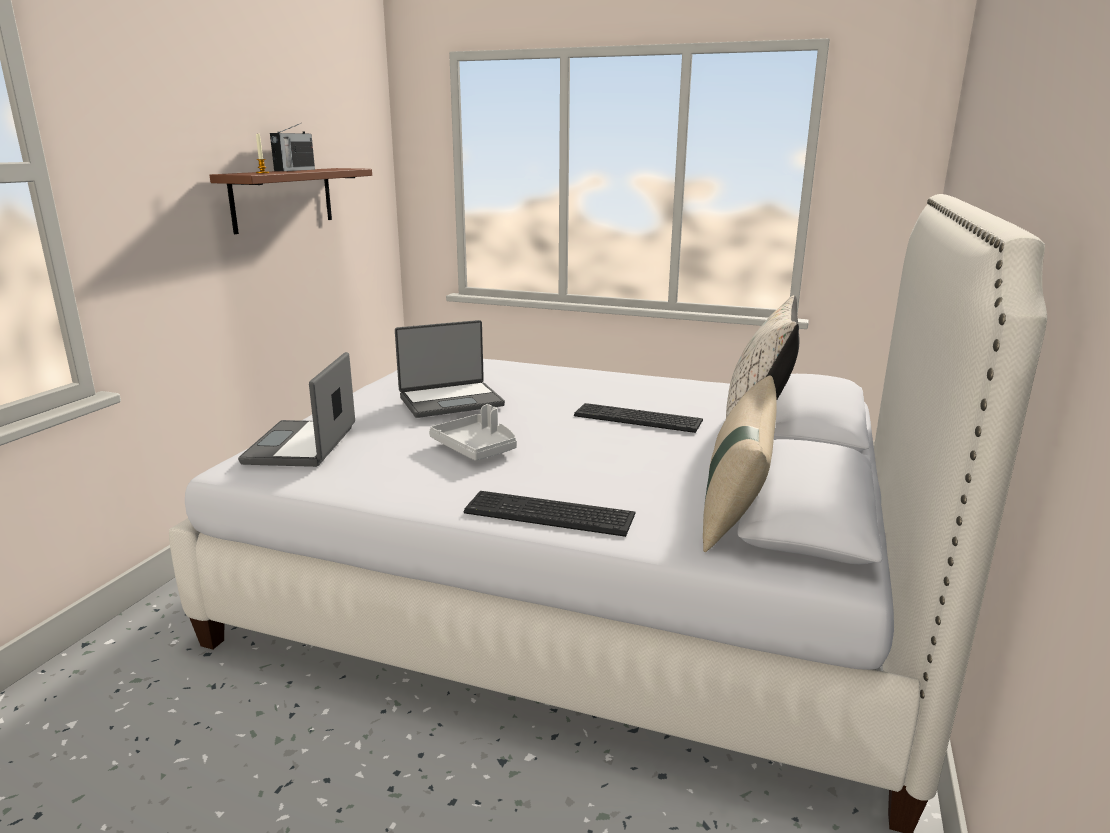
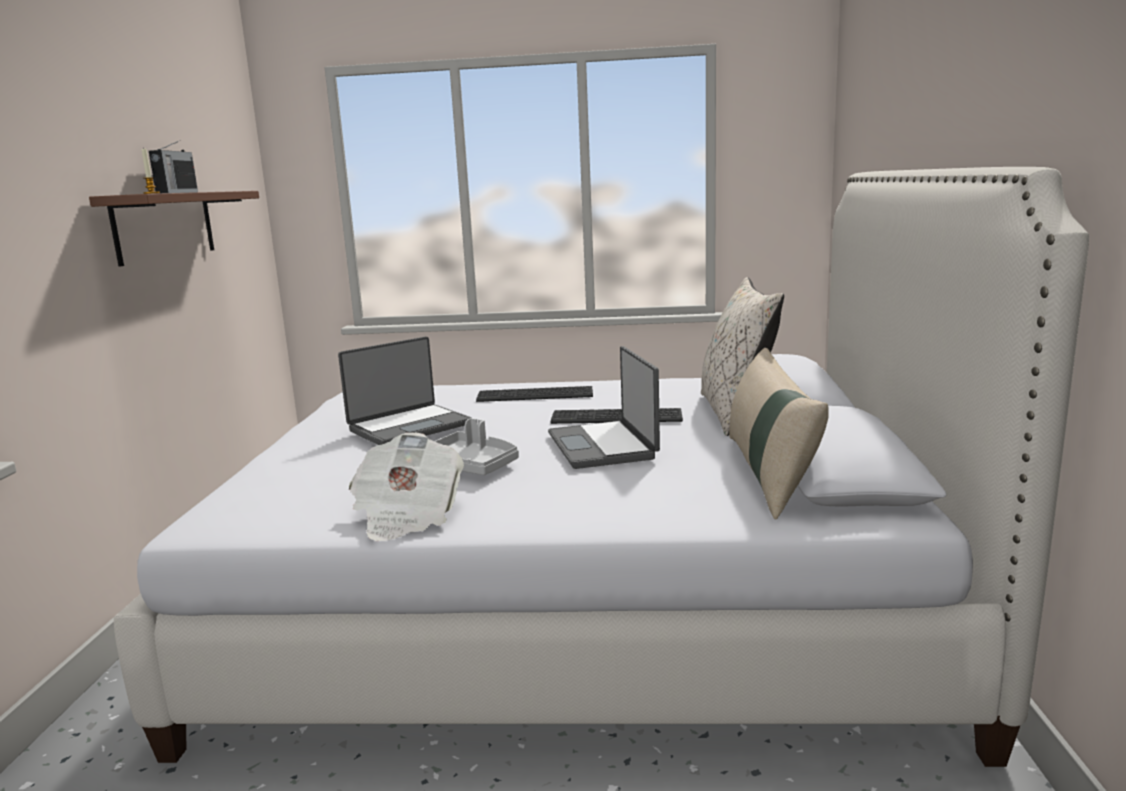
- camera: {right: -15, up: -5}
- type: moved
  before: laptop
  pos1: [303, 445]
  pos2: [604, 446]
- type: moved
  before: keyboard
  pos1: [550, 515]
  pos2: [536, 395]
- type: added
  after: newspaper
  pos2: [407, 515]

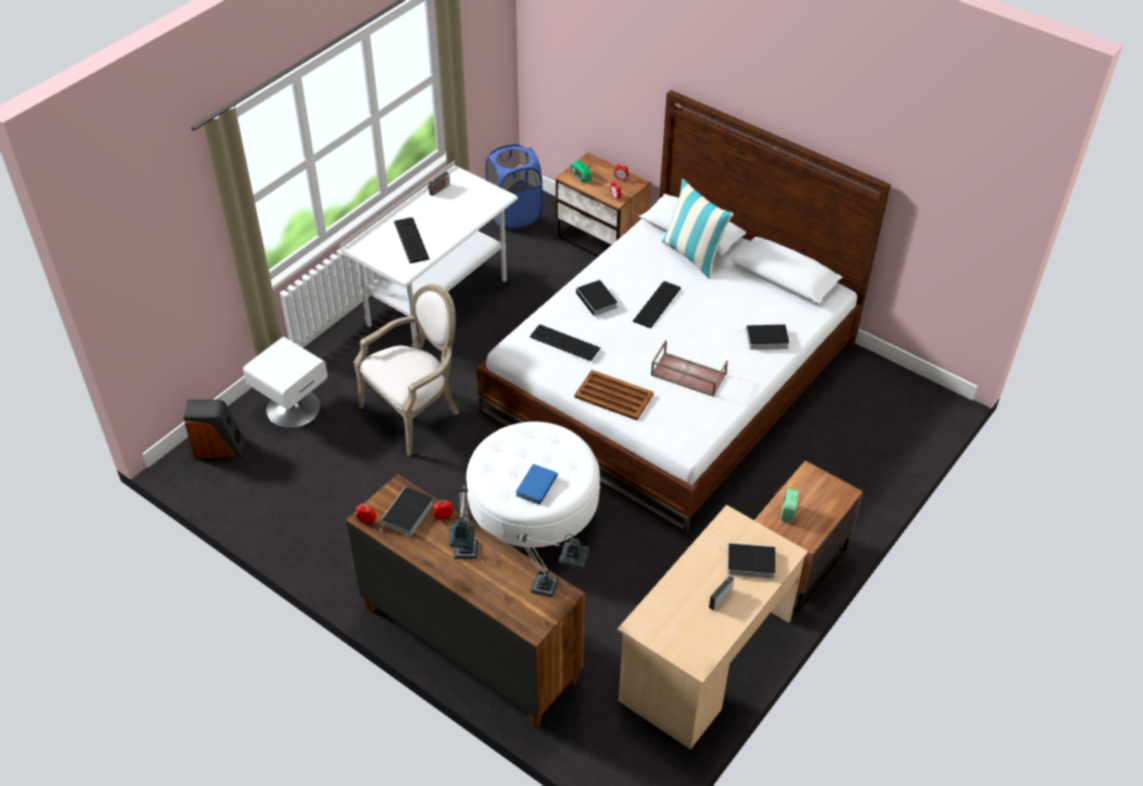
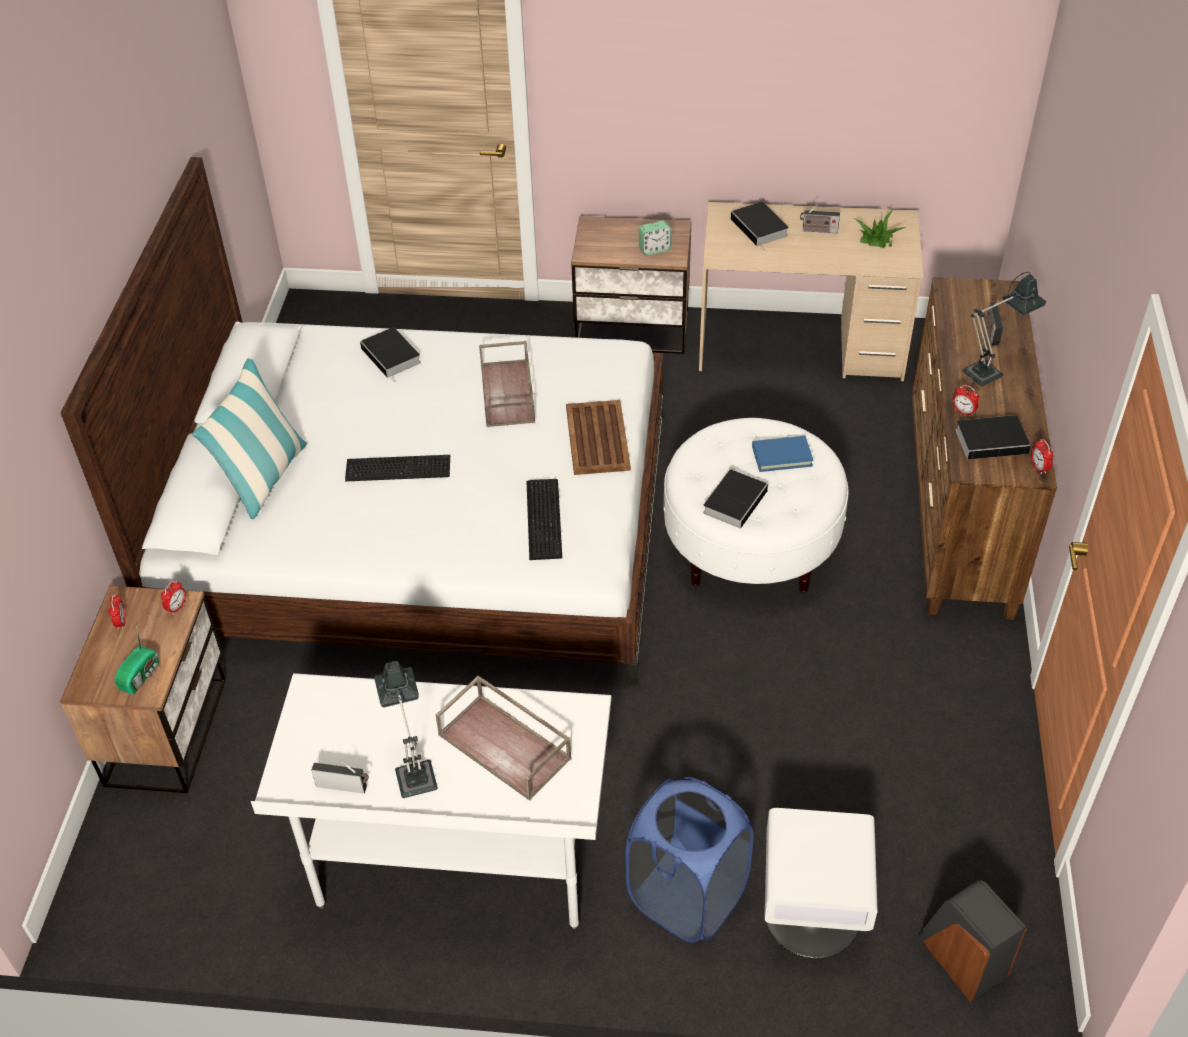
- camera: {right: -120, up: 0}
- type: moved
  before: laundry basket (blue)
  pos1: [514, 214]
  pos2: [686, 897]
- type: replaced
  before: keyboard
  after: tray (brown)
  pos1: [410, 241]
  pos2: [506, 746]
- type: moved
  before: book
  pos1: [597, 301]
  pos2: [735, 500]
- type: removed
  before: armchair
  pos1: [416, 412]
- type: moved
  before: table lamp
  pos1: [551, 588]
  pos2: [414, 771]
- type: added
  after: potted plant
  pos2: [877, 239]
- type: added
  after: radio
  pos2: [991, 331]

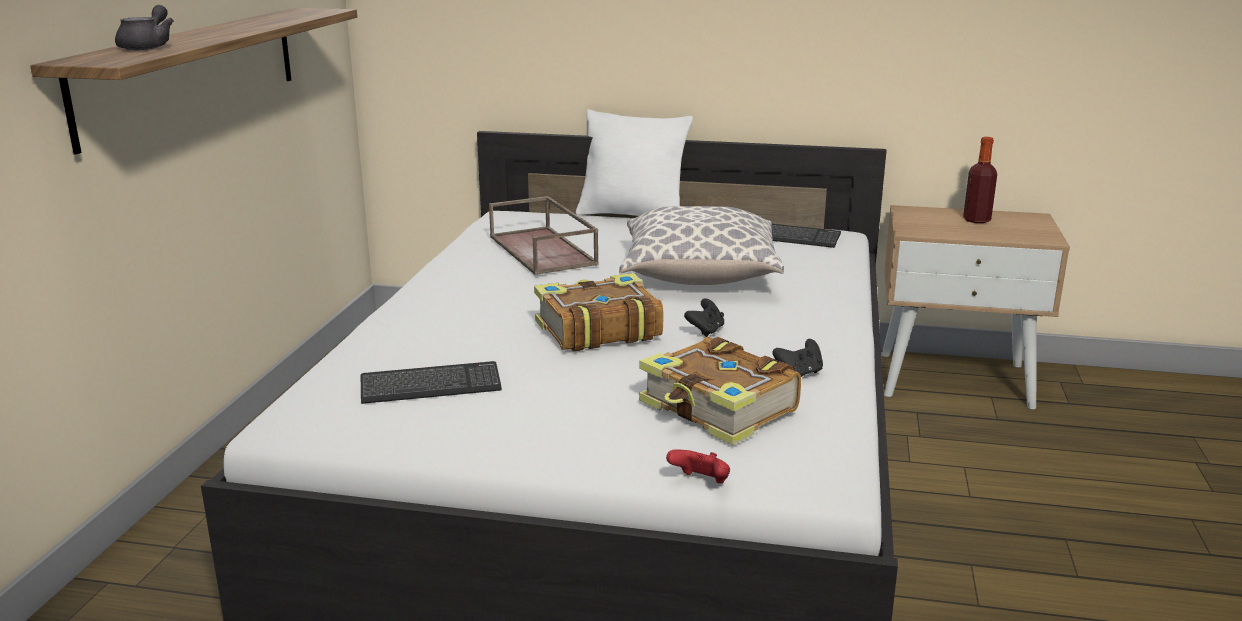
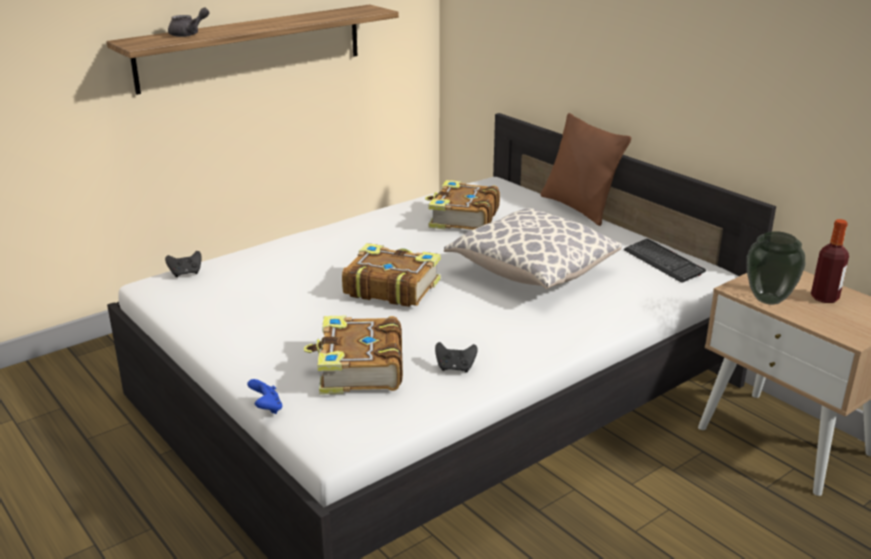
- camera: {right: 40, up: 5}
- type: recoloured
  before: pillow (white)
  after: pillow (brown)
  pos1: [632, 216]
  pos2: [579, 208]
- type: replaced
  before: tray (brown)
  after: book
  pos1: [544, 250]
  pos2: [462, 218]
- type: moved
  before: game controller (black)
  pos1: [705, 331]
  pos2: [186, 273]
- type: removed
  before: keyboard
  pos1: [431, 386]
- type: recoloured
  before: game controller (red)
  after: game controller (blue)
  pos1: [700, 483]
  pos2: [266, 408]
- type: added
  after: vase
  pos2: [768, 300]

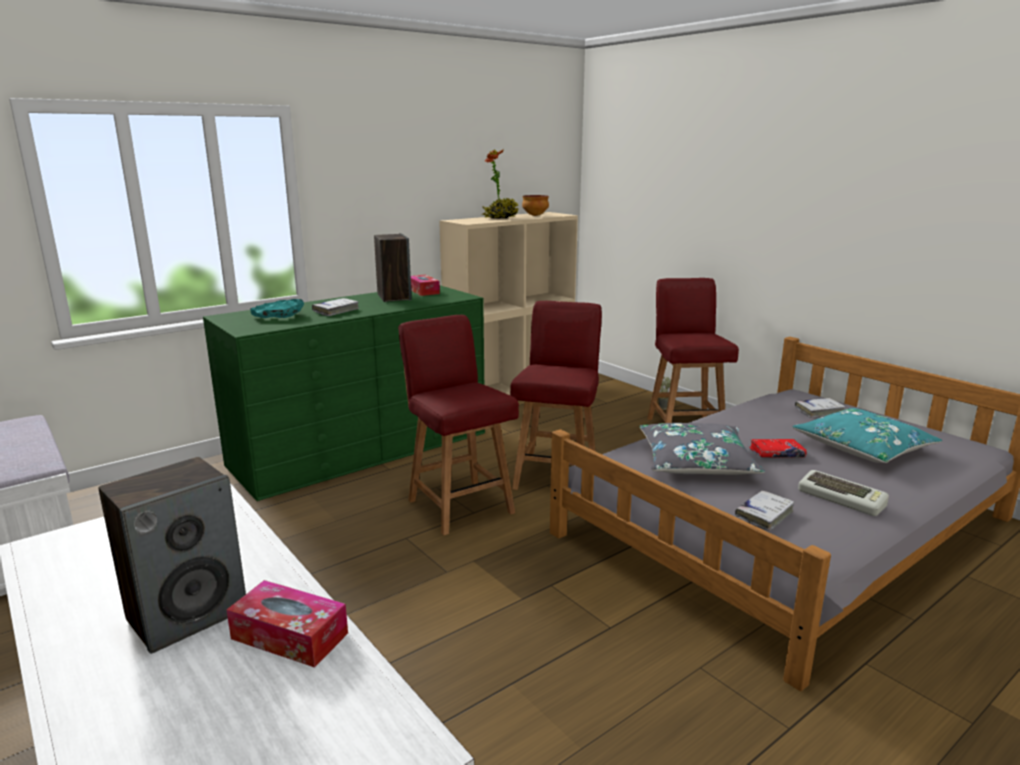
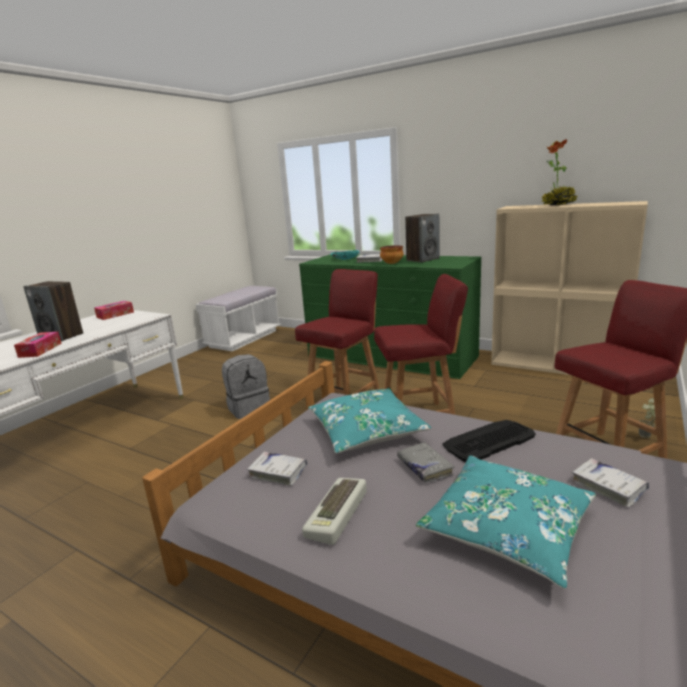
- camera: {right: 70, up: 0}
- type: moved
  before: bowl
  pos1: [534, 215]
  pos2: [391, 263]
- type: moved
  before: tissue box
  pos1: [423, 291]
  pos2: [115, 315]
- type: recoloured
  before: pillow (grey)
  after: pillow (turquoise)
  pos1: [696, 462]
  pos2: [366, 430]
- type: recoloured
  before: book (red)
  after: book (grey)
  pos1: [776, 454]
  pos2: [424, 467]
- type: added
  after: backpack (grey)
  pos2: [249, 408]
- type: added
  after: keyboard
  pos2: [488, 441]

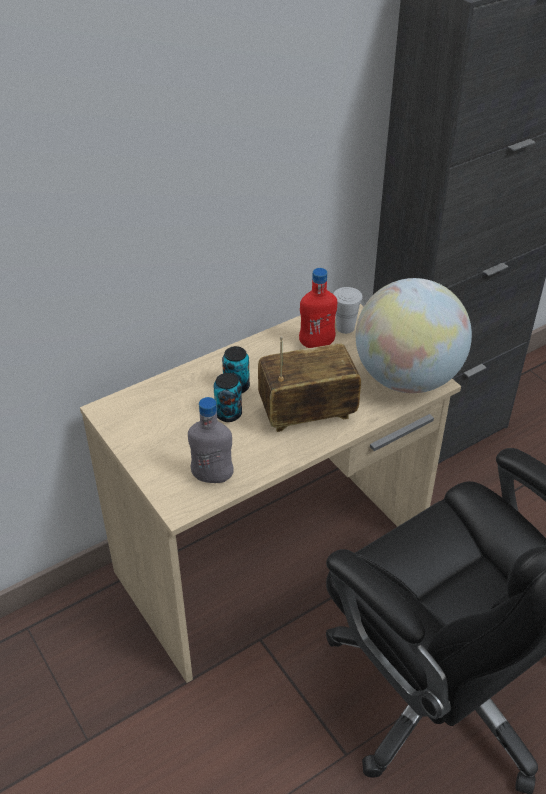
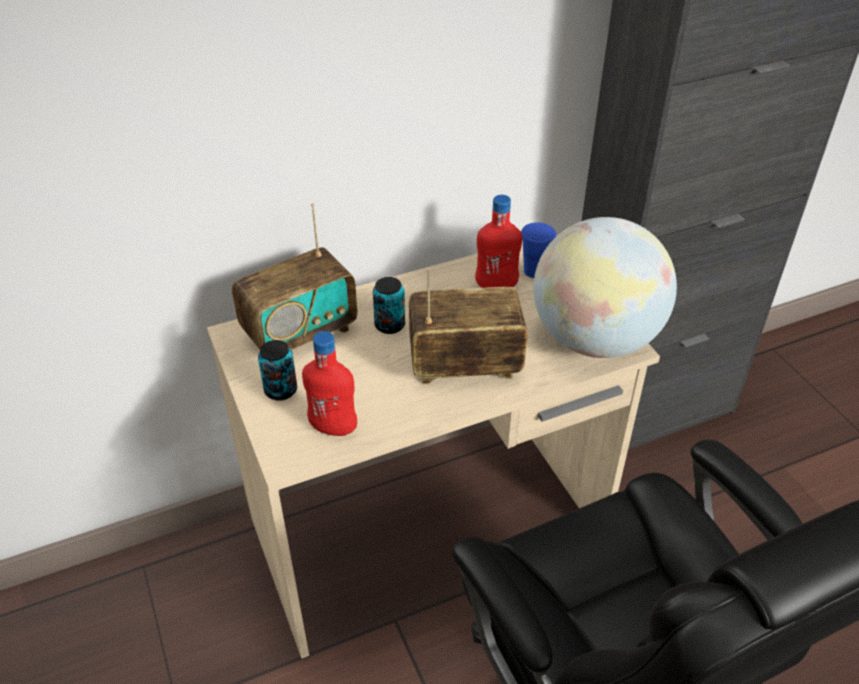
- camera: {right: 10, up: 0}
- type: recoloured
  before: cup (white)
  after: cup (blue)
  pos1: [345, 328]
  pos2: [534, 271]
- type: moved
  before: can
  pos1: [228, 414]
  pos2: [280, 390]
- type: recoloured
  before: bottle (grey)
  after: bottle (red)
  pos1: [212, 477]
  pos2: [333, 428]
- type: added
  after: radio
  pos2: [300, 333]

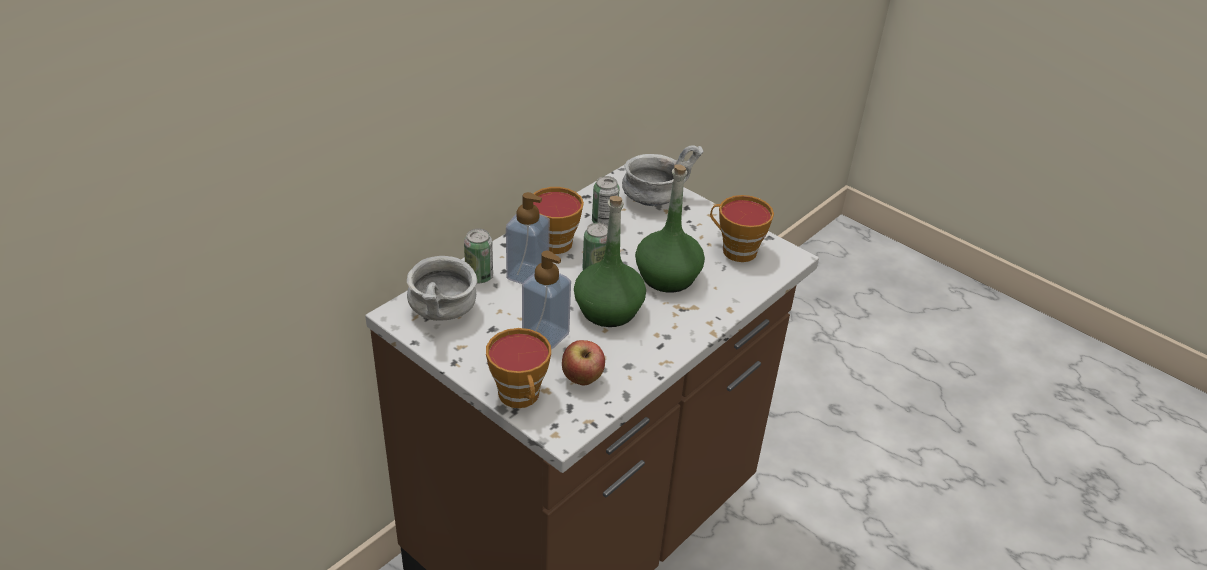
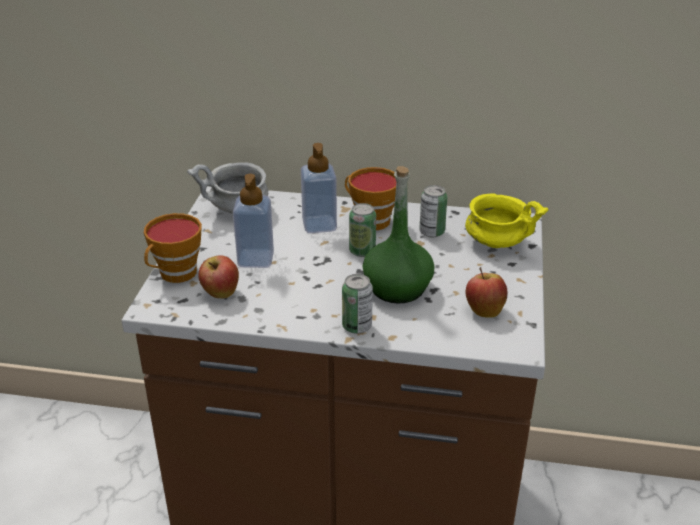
- camera: {right: 60, up: -5}
- type: recoloured
  before: bowl (grey)
  after: bowl (yellow)
  pos1: [652, 199]
  pos2: [498, 242]
- type: replaced
  before: cup
  after: apple
  pos1: [735, 250]
  pos2: [484, 310]
- type: removed
  before: bottle (green)
  pos1: [608, 310]
- type: moved
  before: can
  pos1: [479, 277]
  pos2: [357, 326]

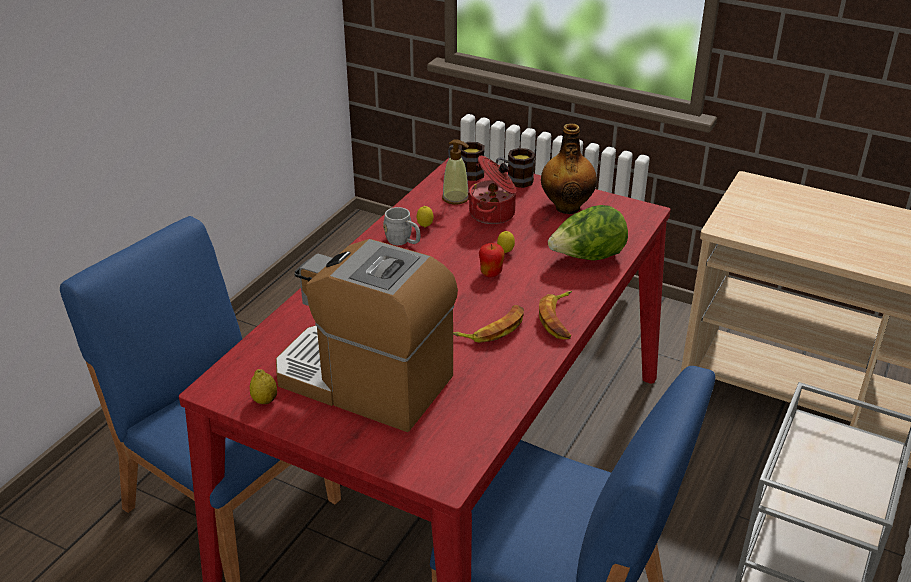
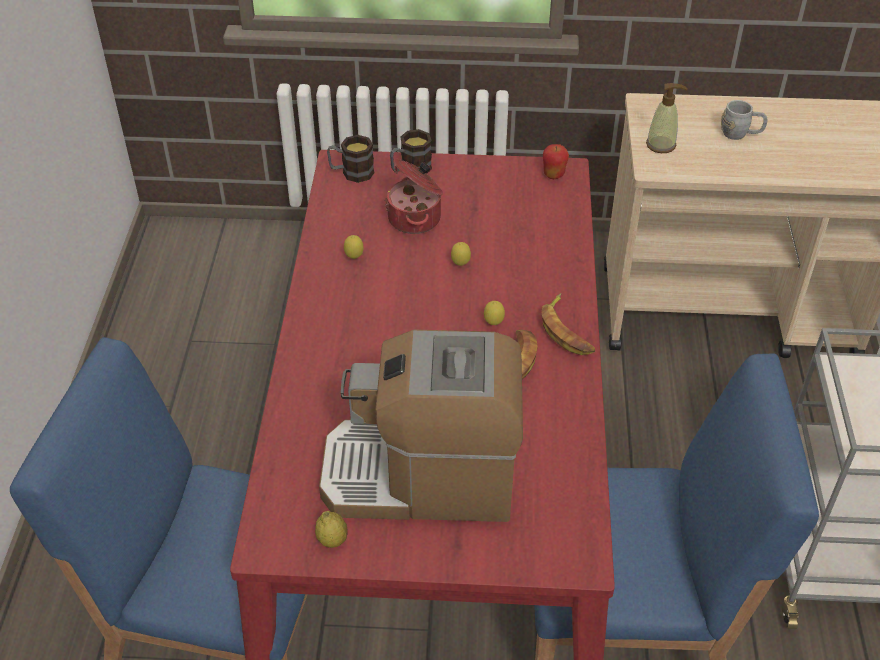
- camera: {right: -25, up: 10}
- type: removed
  before: bottle
  pos1: [567, 207]
- type: moved
  before: soap dispenser
  pos1: [455, 198]
  pos2: [661, 145]
- type: removed
  before: lettuce
  pos1: [587, 258]
- type: moved
  before: mug (grey)
  pos1: [403, 242]
  pos2: [740, 134]
- type: moved
  before: apple
  pos1: [491, 273]
  pos2: [554, 175]
- type: added
  after: lemon
  pos2: [493, 323]

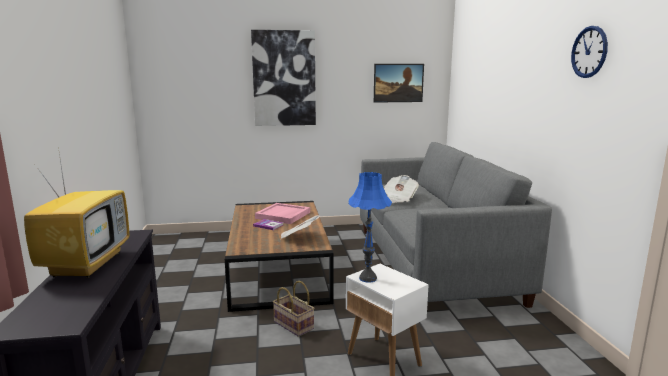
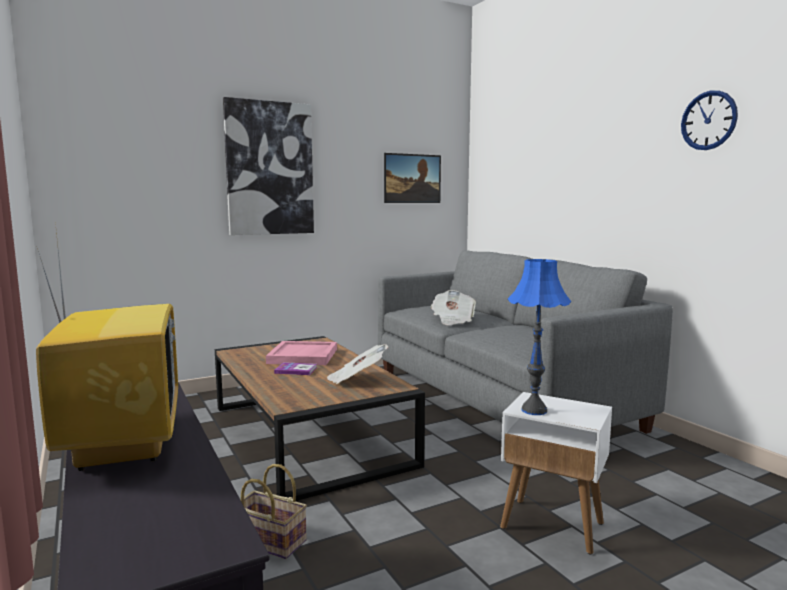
- camera: {right: -20, up: -5}
- type: moved
  before: basket
  pos1: [292, 325]
  pos2: [267, 542]

